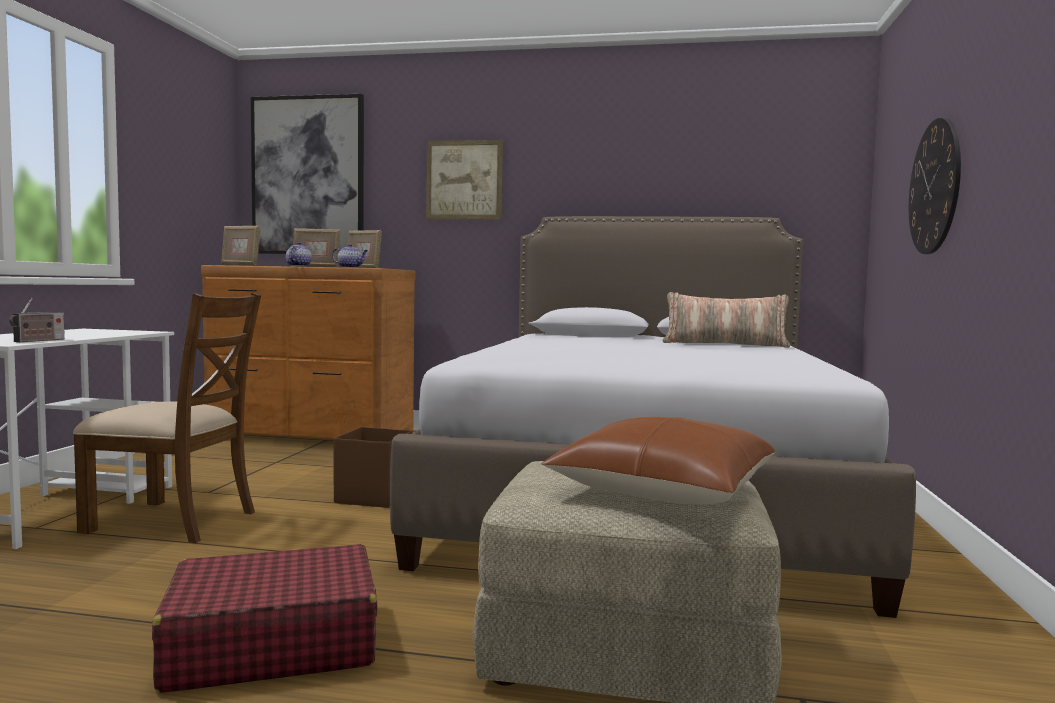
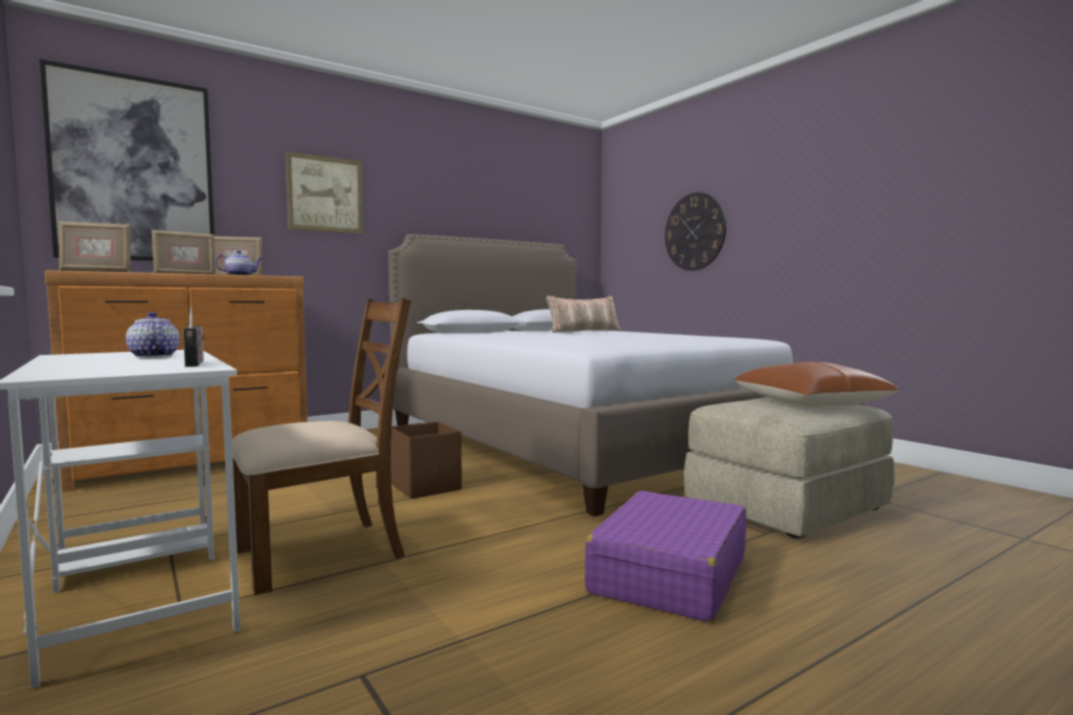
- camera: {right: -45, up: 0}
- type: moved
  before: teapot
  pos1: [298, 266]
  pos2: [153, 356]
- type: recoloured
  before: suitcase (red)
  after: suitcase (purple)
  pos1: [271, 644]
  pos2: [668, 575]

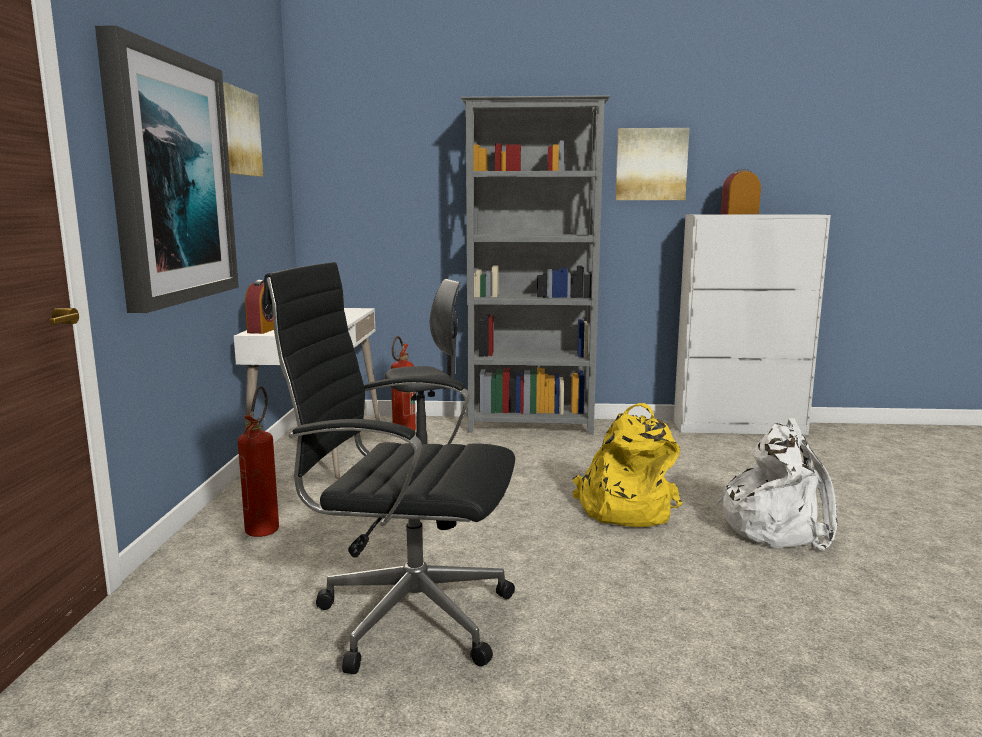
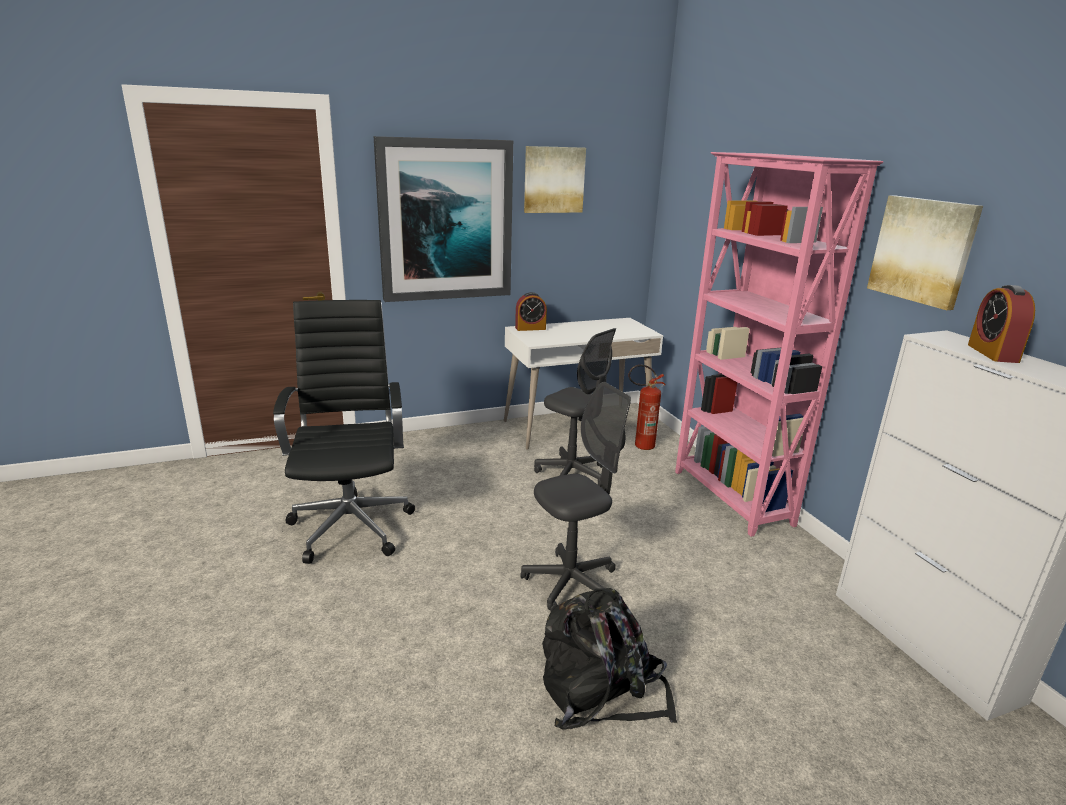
- camera: {right: 65, up: 10}
- type: recoloured
  before: bookcase (grey)
  after: bookcase (pink)
  pos1: [531, 426]
  pos2: [731, 498]
- type: turned
  before: alarm clock
  pos1: [739, 214]
  pos2: [992, 353]
  turn: -135
- type: removed
  before: fire extinguisher
  pos1: [264, 526]
- type: replaced
  before: backpack (yellow)
  after: office chair (grey)
  pos1: [624, 509]
  pos2: [571, 583]
- type: recoloured
  before: backpack (white)
  after: backpack (black)
  pos1: [776, 527]
  pos2: [601, 690]

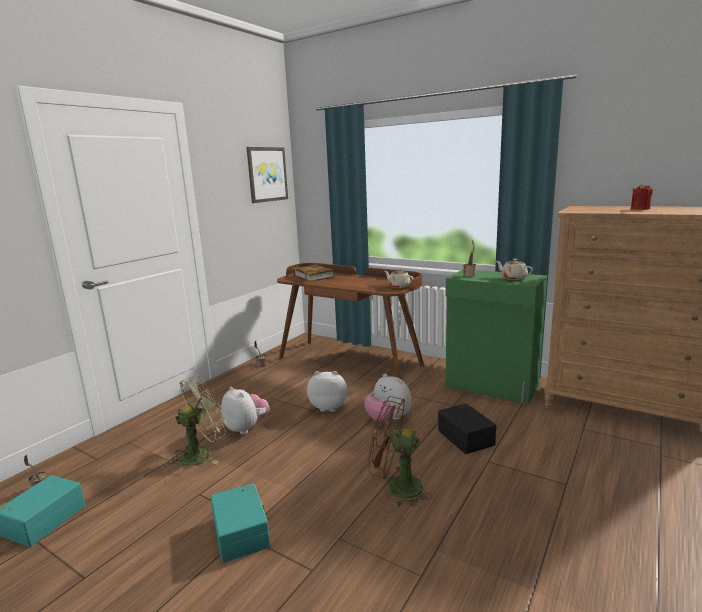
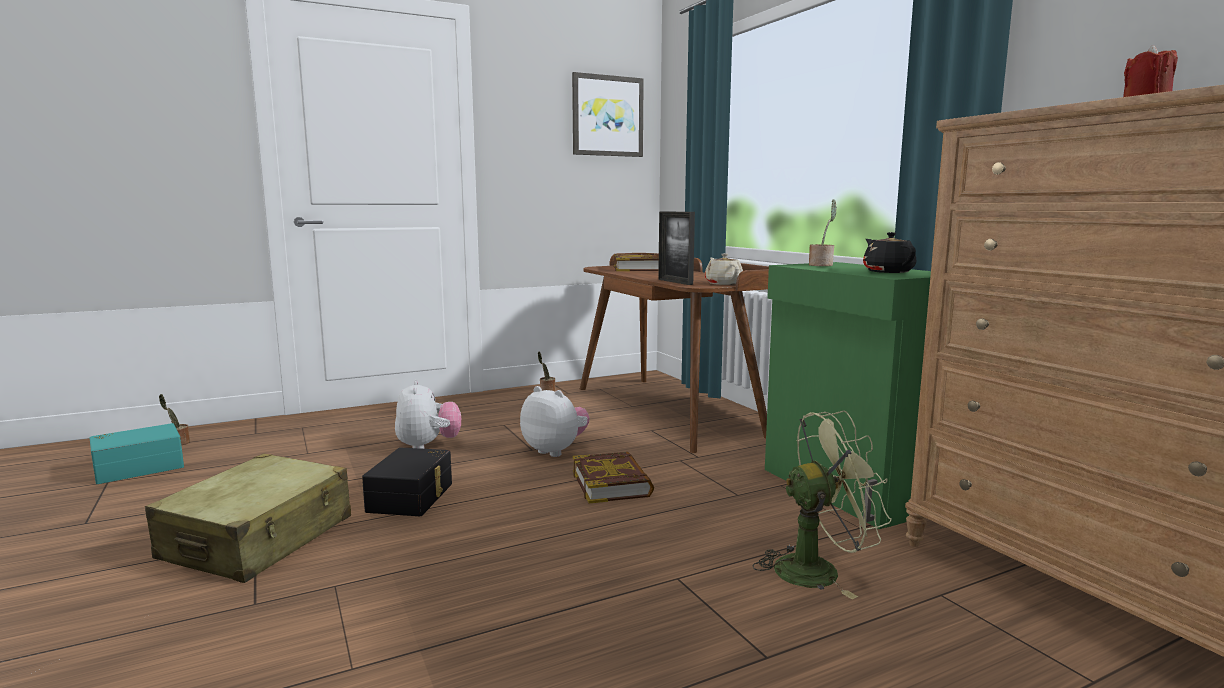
- camera: {right: 30, up: -5}
- type: recoloured
  before: teapot (beige)
  after: teapot (black)
  pos1: [513, 278]
  pos2: [887, 271]
- type: replaced
  before: plush toy
  after: book
  pos1: [388, 419]
  pos2: [611, 484]
- type: moved
  before: fan (green)
  pos1: [201, 453]
  pos2: [818, 570]
- type: removed
  before: fan (brown)
  pos1: [396, 487]
- type: moved
  before: storage box (black)
  pos1: [466, 437]
  pos2: [412, 497]
- type: replaced
  before: storage box (turquoise)
  after: suitcase (beige)
  pos1: [242, 531]
  pos2: [259, 538]
- type: added
  after: picture frame
  pos2: [675, 282]

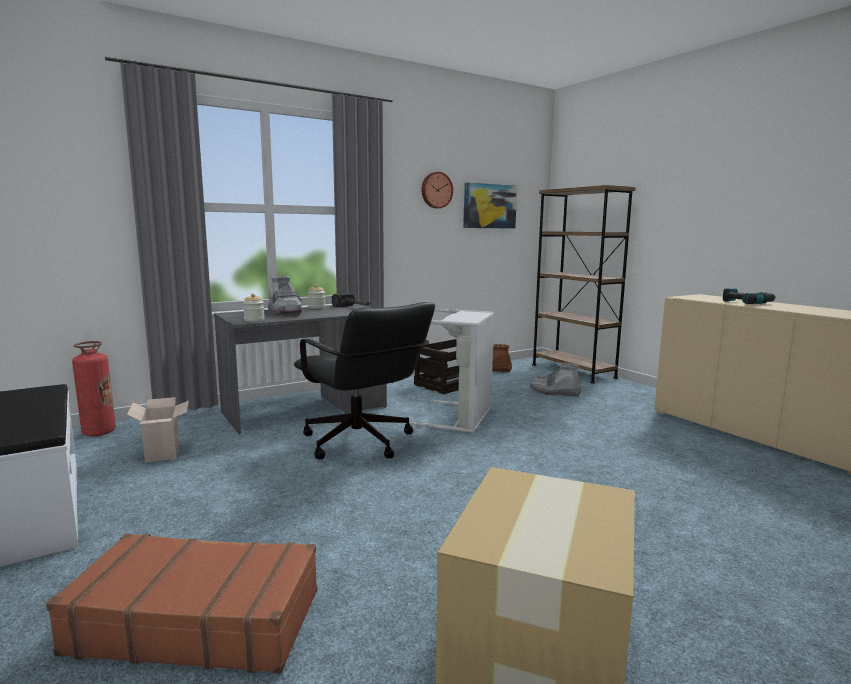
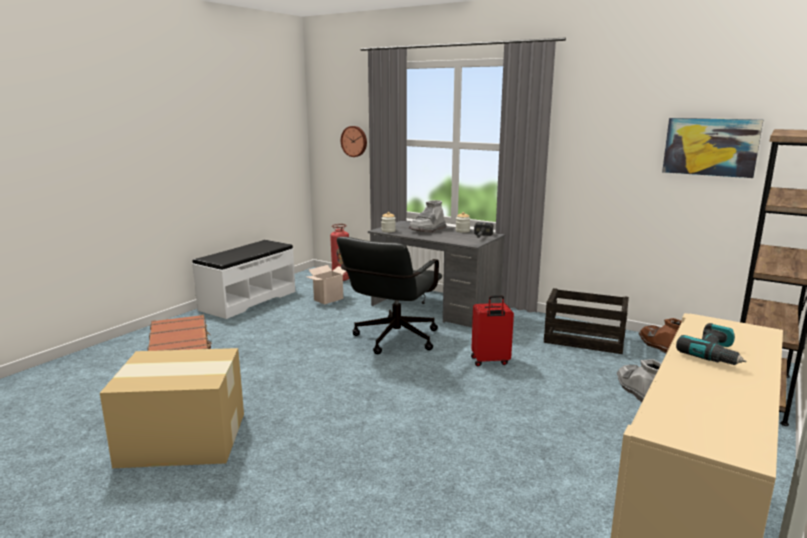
- camera: {right: 65, up: 5}
- type: moved
  before: wall clock
  pos1: [436, 190]
  pos2: [354, 141]
- type: replaced
  before: laundry basket (grey)
  after: suitcase (red)
  pos1: [462, 418]
  pos2: [490, 361]

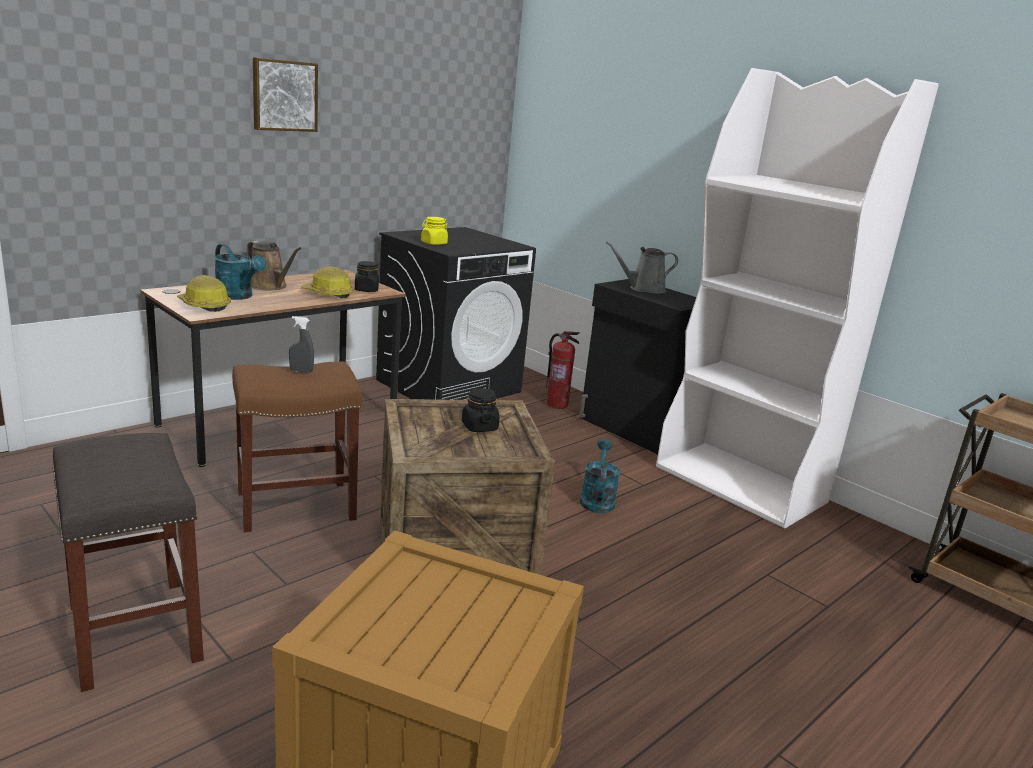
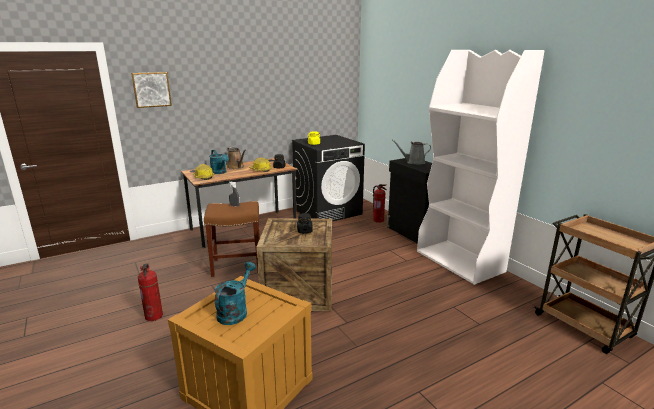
- camera: {right: 15, up: 0}
- type: moved
  before: picture
  pos1: [284, 95]
  pos2: [151, 89]
- type: replaced
  before: stool (grey)
  after: fire extinguisher
  pos1: [136, 633]
  pos2: [154, 316]
- type: moved
  before: watering can (turquoise)
  pos1: [597, 499]
  pos2: [235, 311]

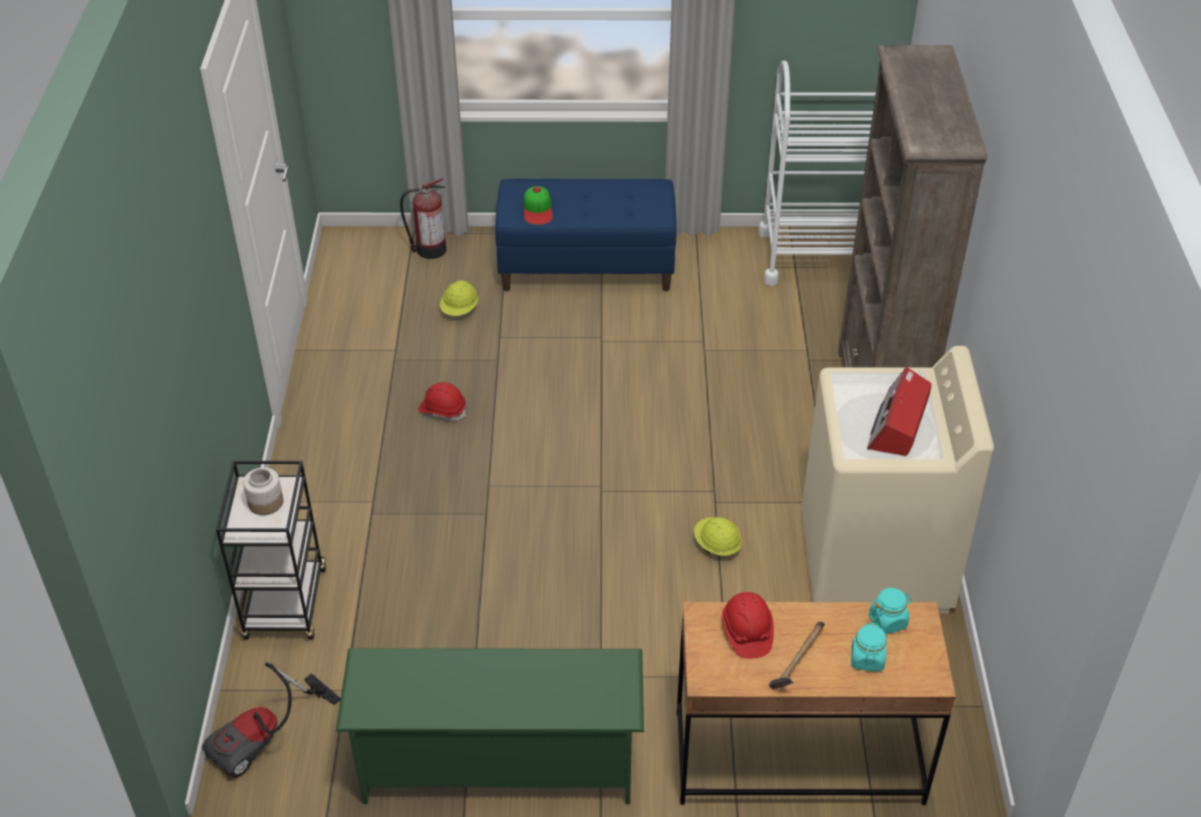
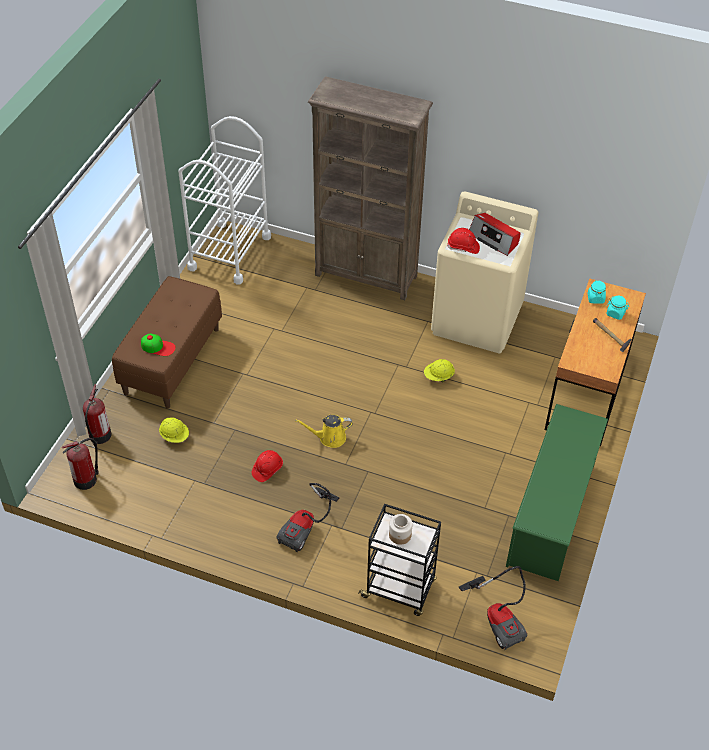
- camera: {right: -70, up: 5}
- type: recoloured
  before: bench (blue)
  after: bench (brown)
  pos1: [587, 267]
  pos2: [172, 360]
- type: moved
  before: hard hat (red)
  pos1: [746, 632]
  pos2: [463, 247]
- type: added
  after: watering can (yellow)
  pos2: [329, 438]
- type: added
  after: fire extinguisher
  pos2: [86, 479]
- type: added
  after: vacuum cleaner
  pos2: [306, 527]

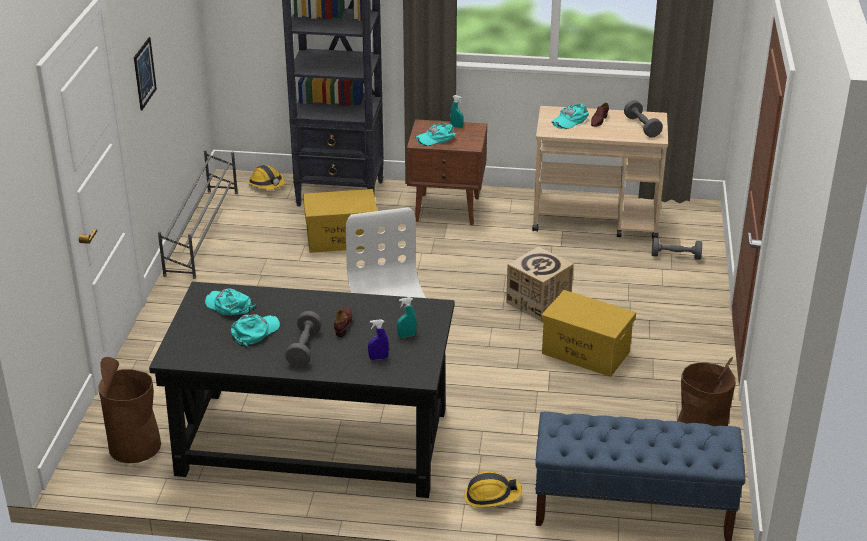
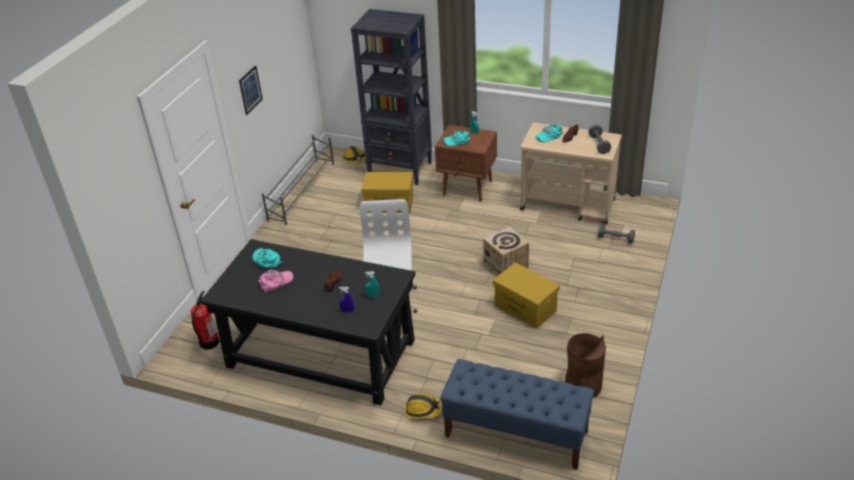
- camera: {right: 15, up: 5}
- type: removed
  before: dumbbell (grey)
  pos1: [304, 348]
- type: recoloured
  before: cap (turquoise)
  after: cap (pink)
  pos1: [255, 332]
  pos2: [276, 282]
- type: replaced
  before: trash can (brown)
  after: fire extinguisher
  pos1: [135, 446]
  pos2: [209, 342]

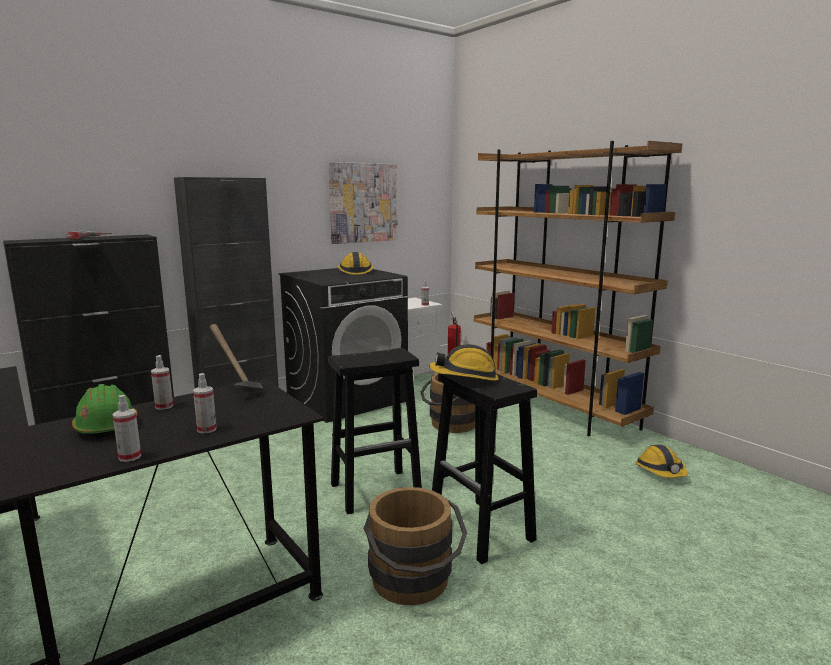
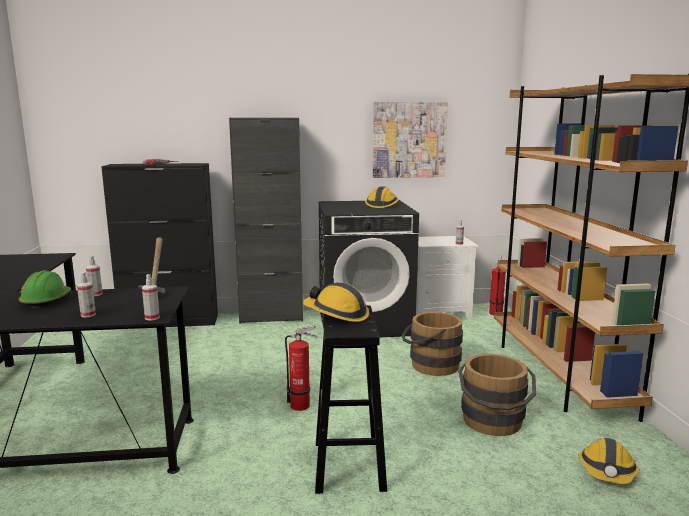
- camera: {right: 30, up: 0}
- type: replaced
  before: stool (black)
  after: fire extinguisher
  pos1: [377, 490]
  pos2: [302, 406]
- type: moved
  before: spray bottle
  pos1: [130, 457]
  pos2: [152, 318]
- type: moved
  before: bucket (brown)
  pos1: [413, 584]
  pos2: [493, 424]

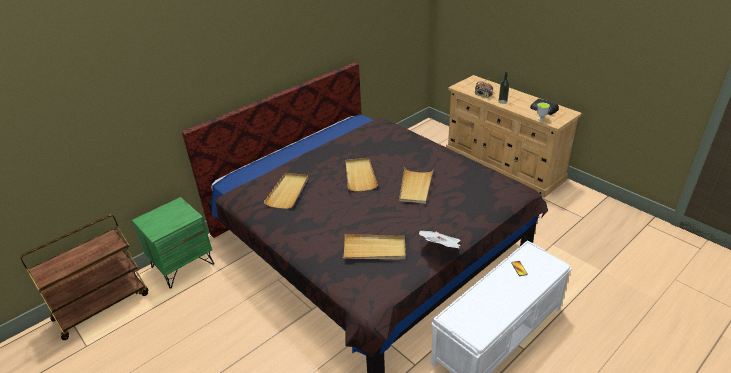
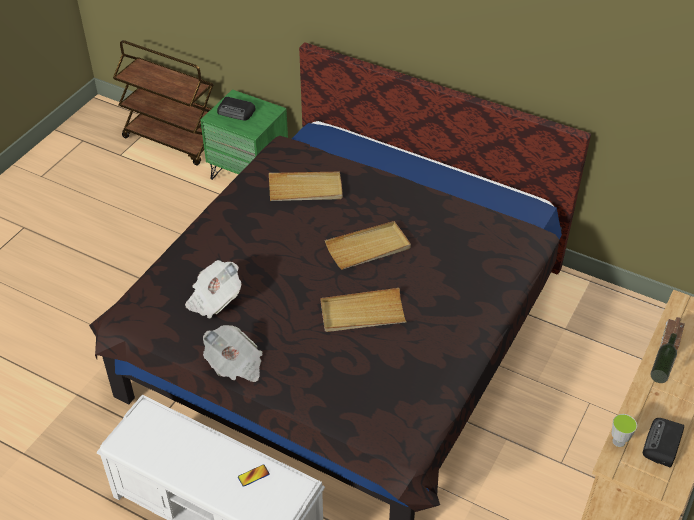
- camera: {right: 70, up: 10}
- type: replaced
  before: tray (beige)
  after: newspaper
  pos1: [374, 249]
  pos2: [214, 299]
- type: added
  after: radio
  pos2: [236, 112]

